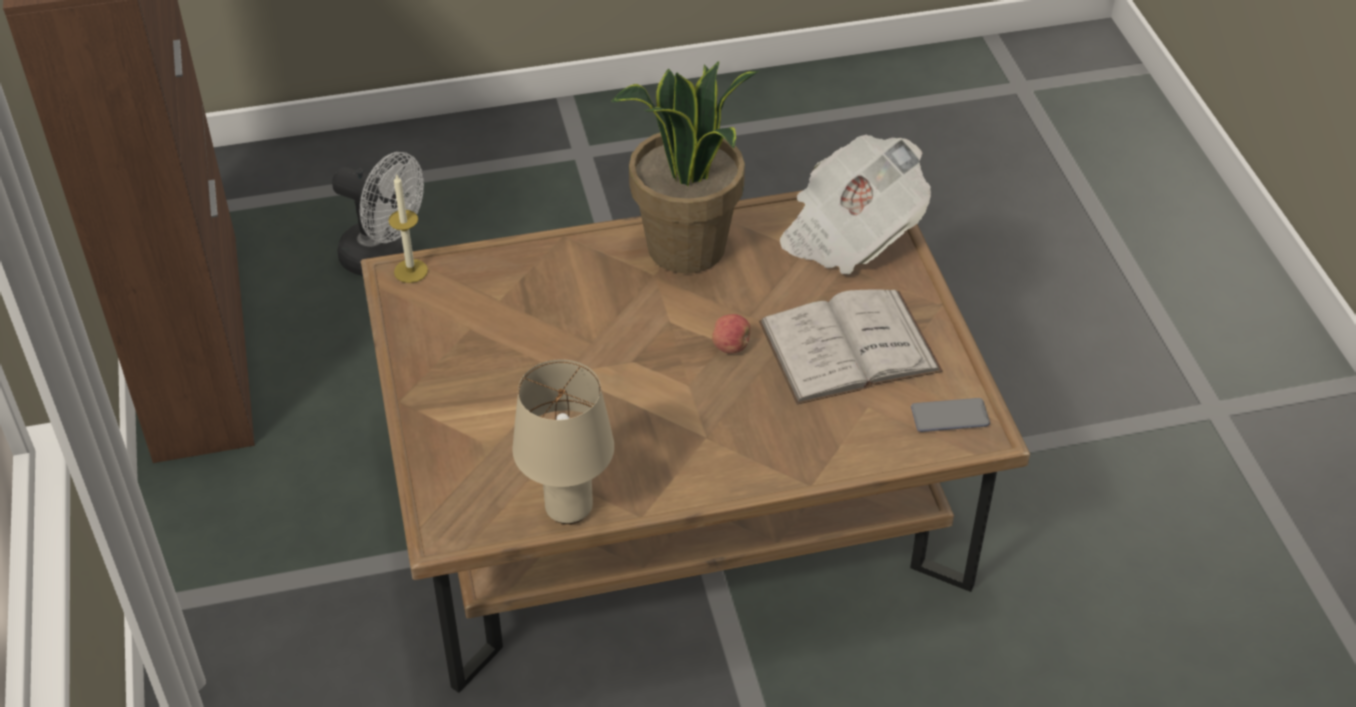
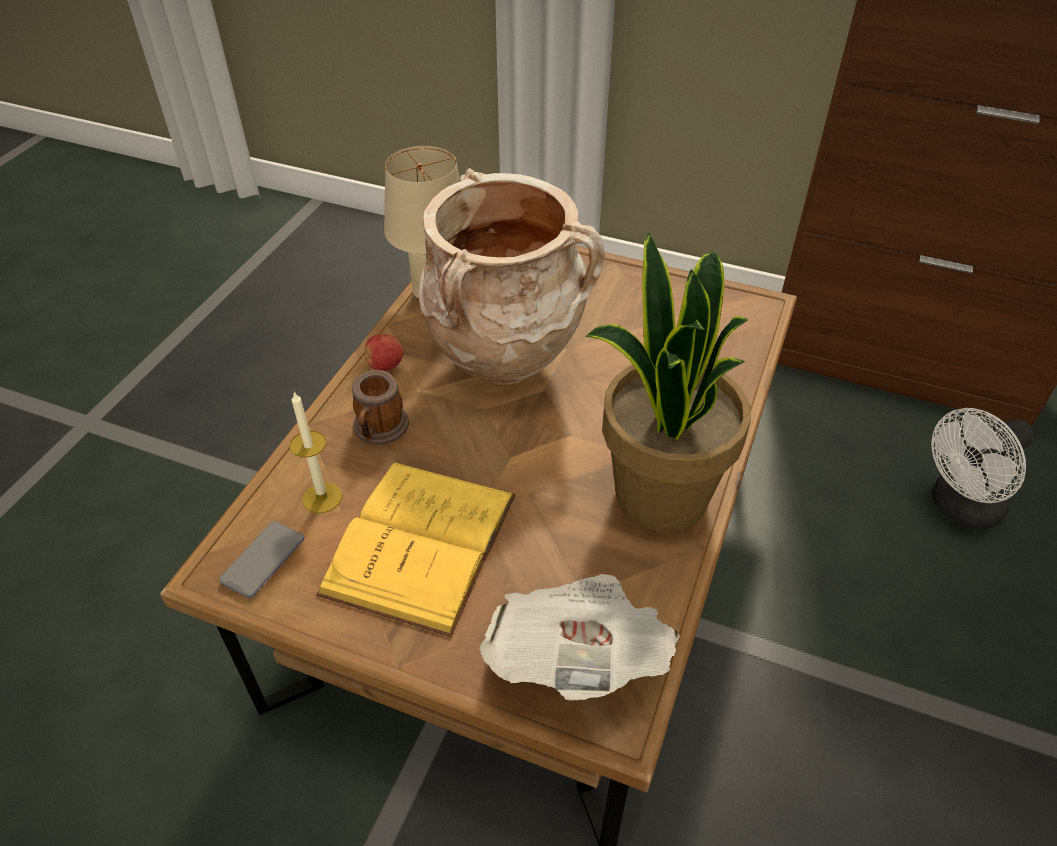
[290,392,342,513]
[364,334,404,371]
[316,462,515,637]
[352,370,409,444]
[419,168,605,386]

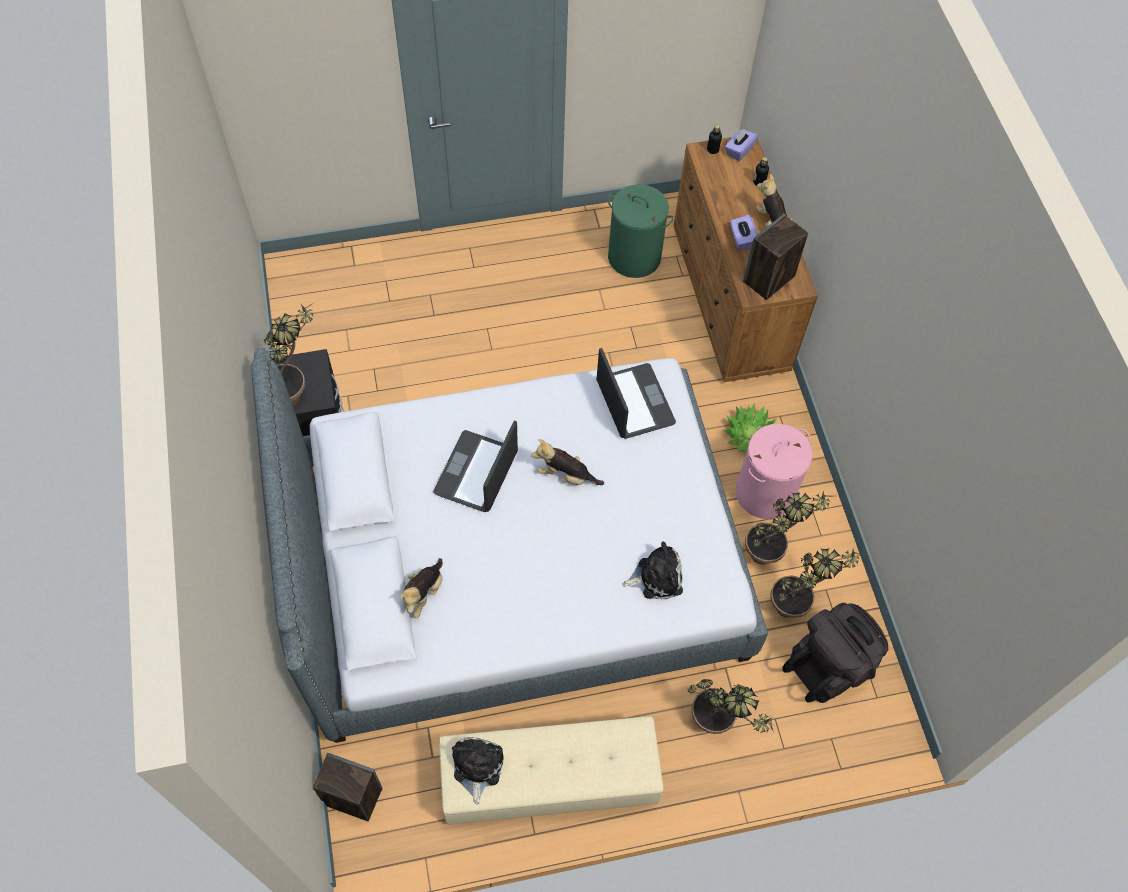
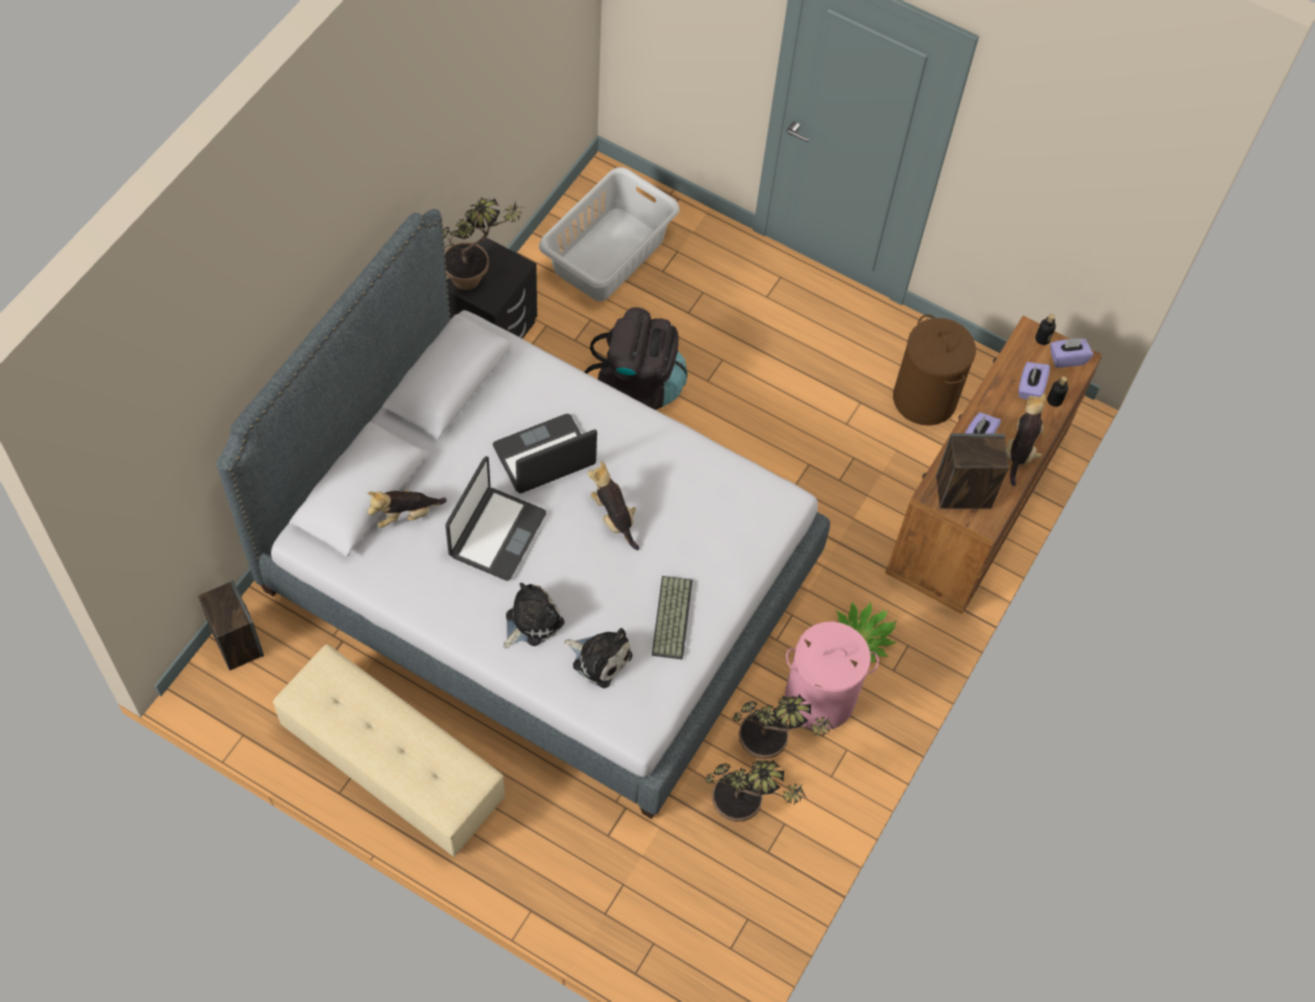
[503,583,564,649]
[446,456,546,581]
[893,314,976,426]
[688,679,774,734] (first image)
[585,307,688,410]
[539,167,680,301]
[652,576,692,660]
[1018,362,1050,400]

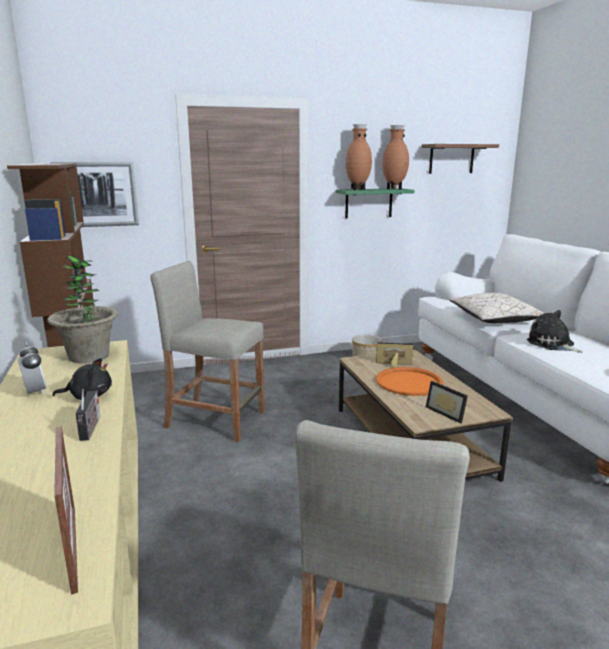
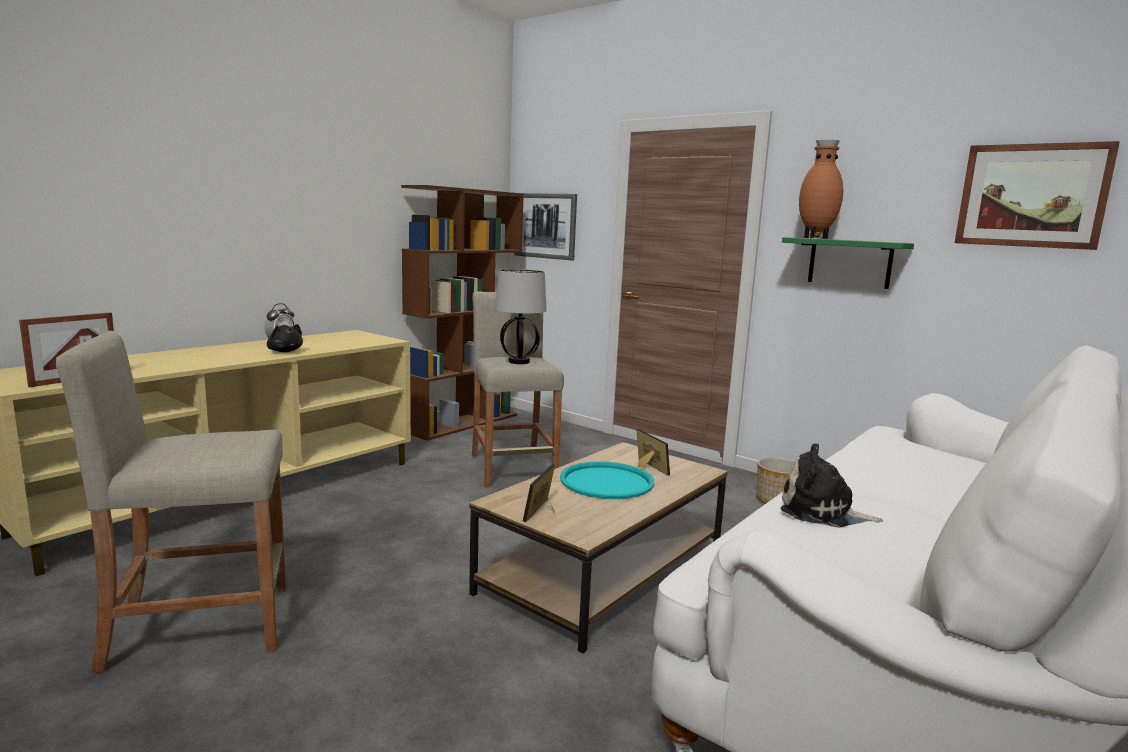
[47,255,119,363] (first image)
[75,389,100,441] (first image)
[560,461,654,499]
[382,125,409,189] (first image)
[955,141,1120,250]
[449,293,544,323] (first image)
[781,443,883,528]
[495,269,547,364]

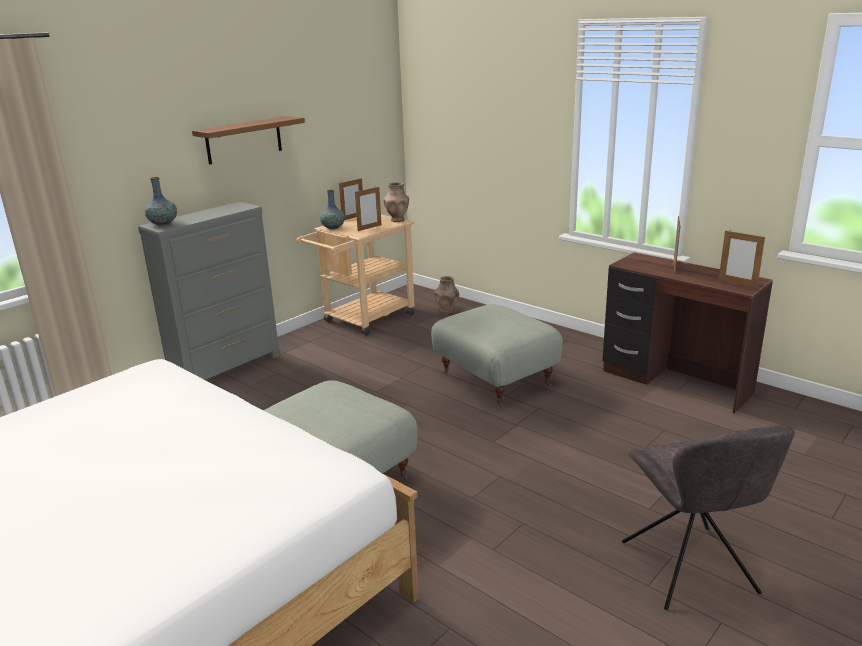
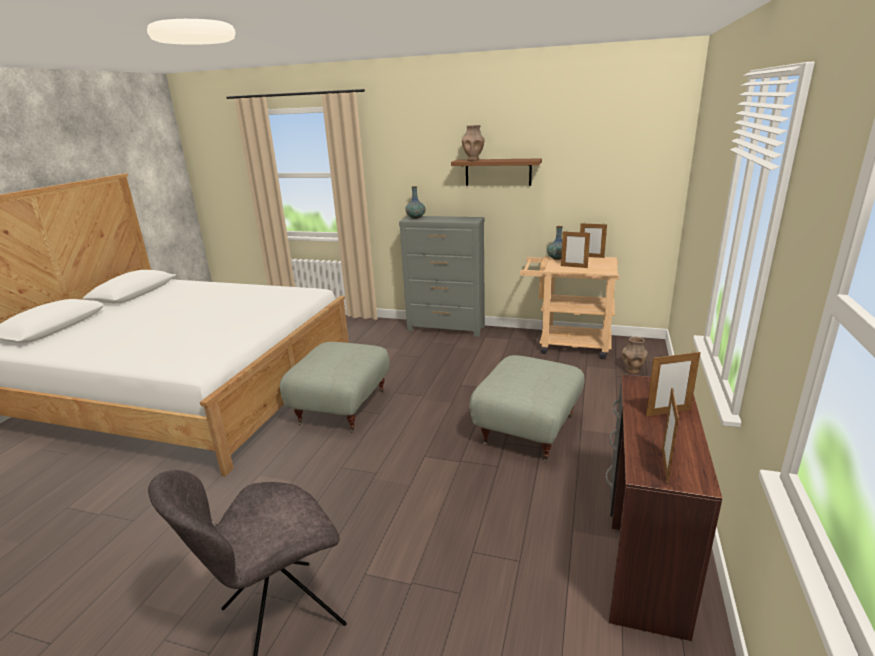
[462,125,485,161]

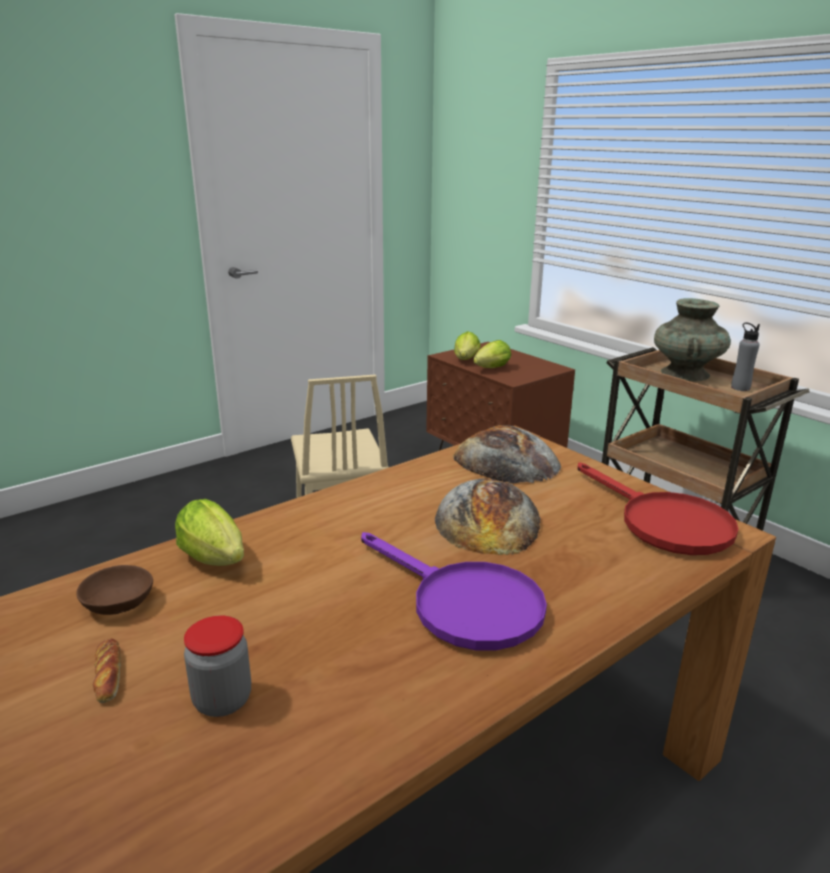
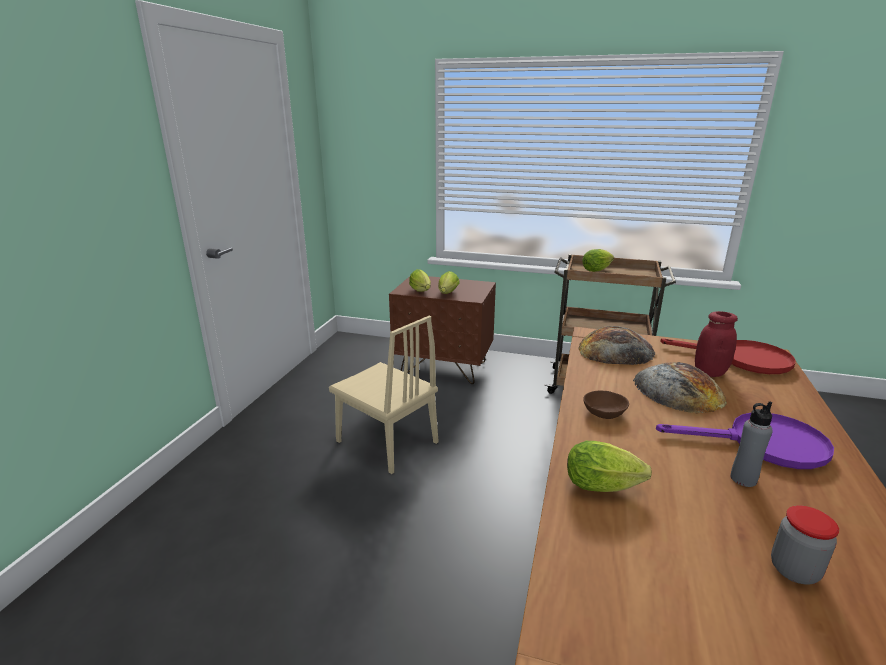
[583,391,629,419]
[93,638,121,703] (first image)
[582,249,614,272]
[730,401,773,487]
[695,311,738,377]

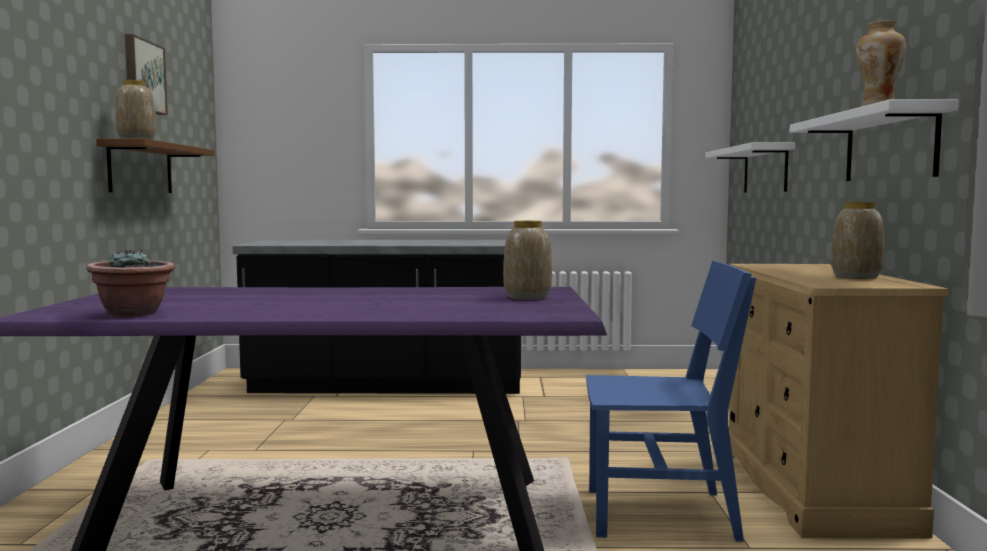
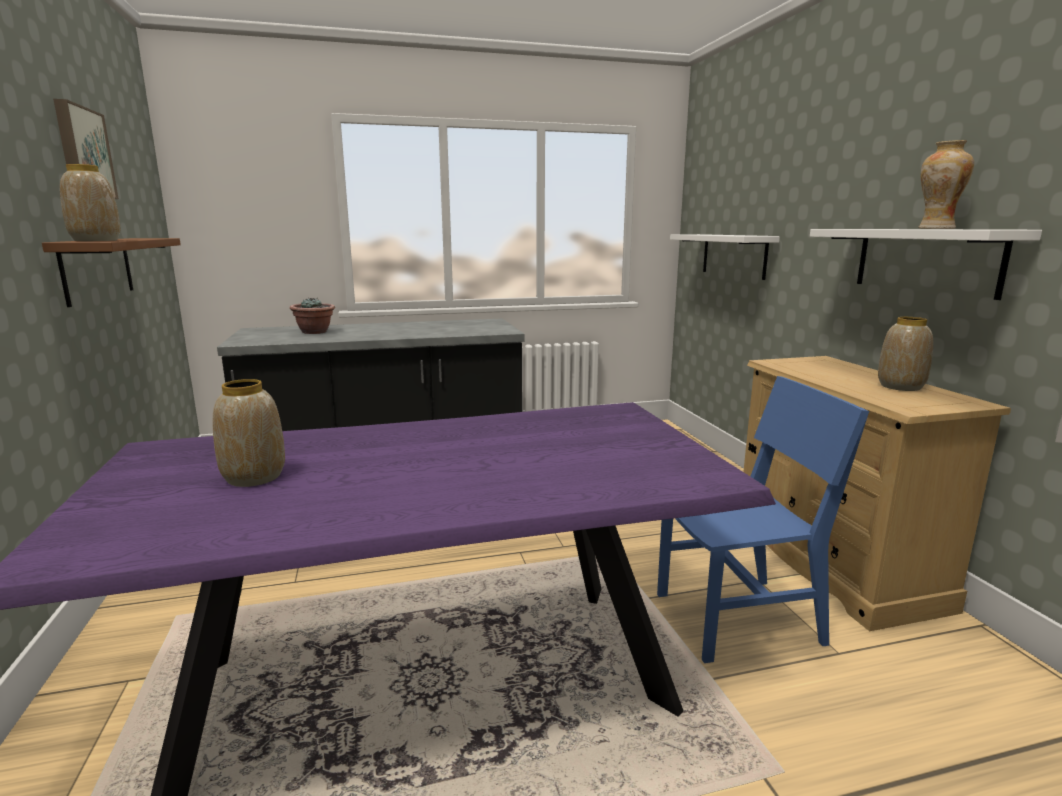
[290,297,335,334]
[213,379,285,487]

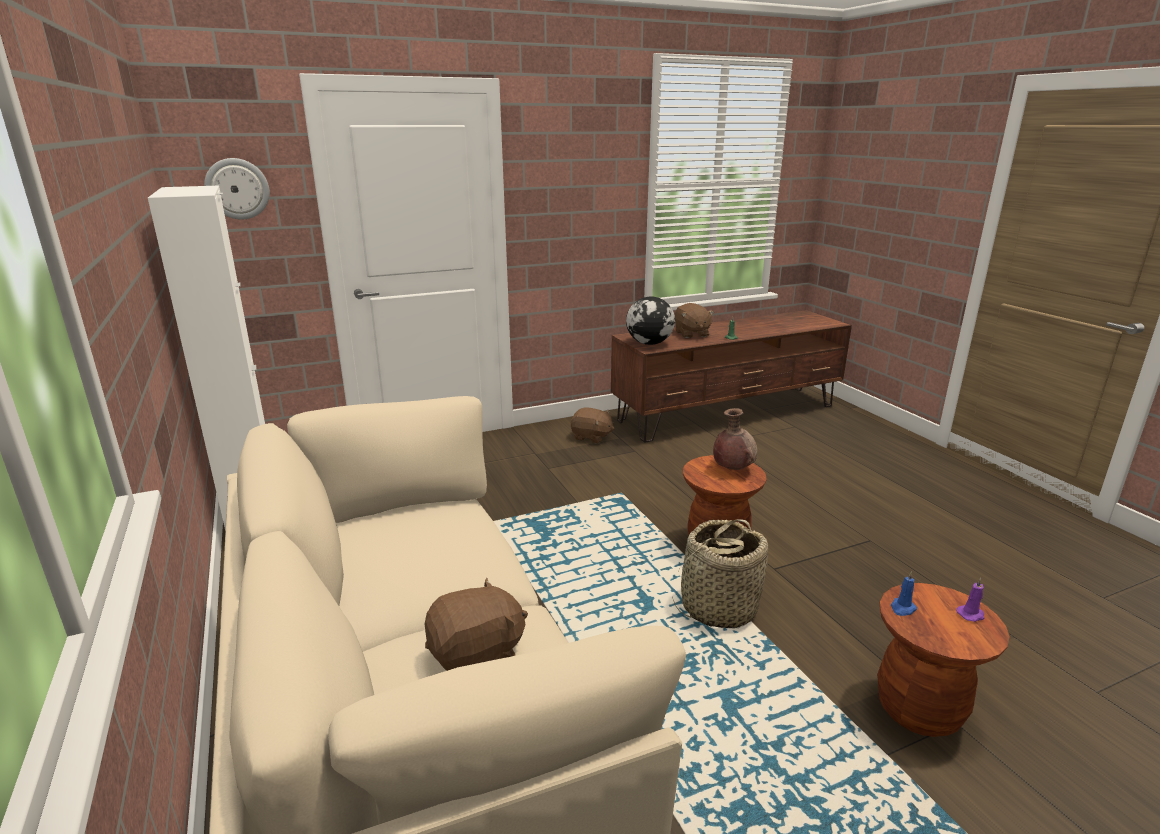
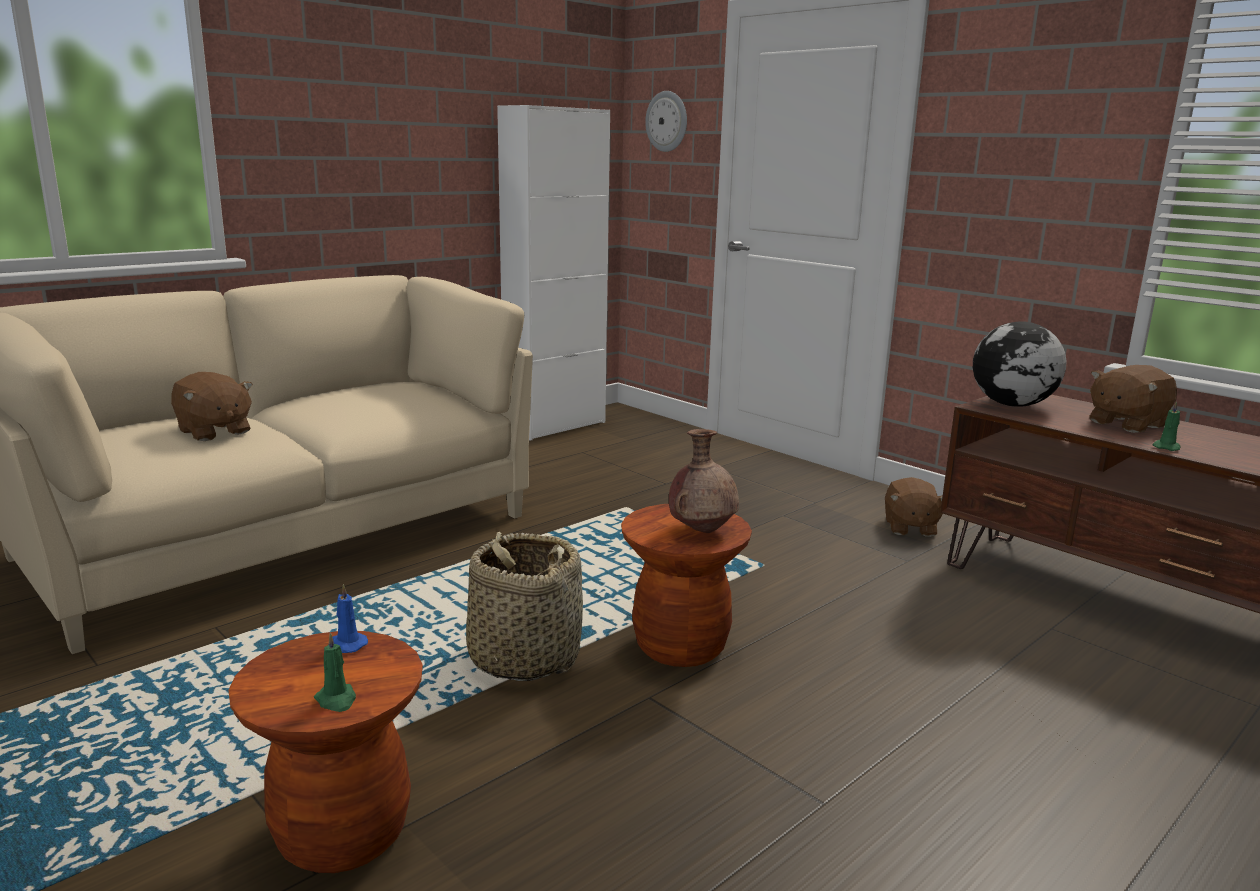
[314,633,356,712]

